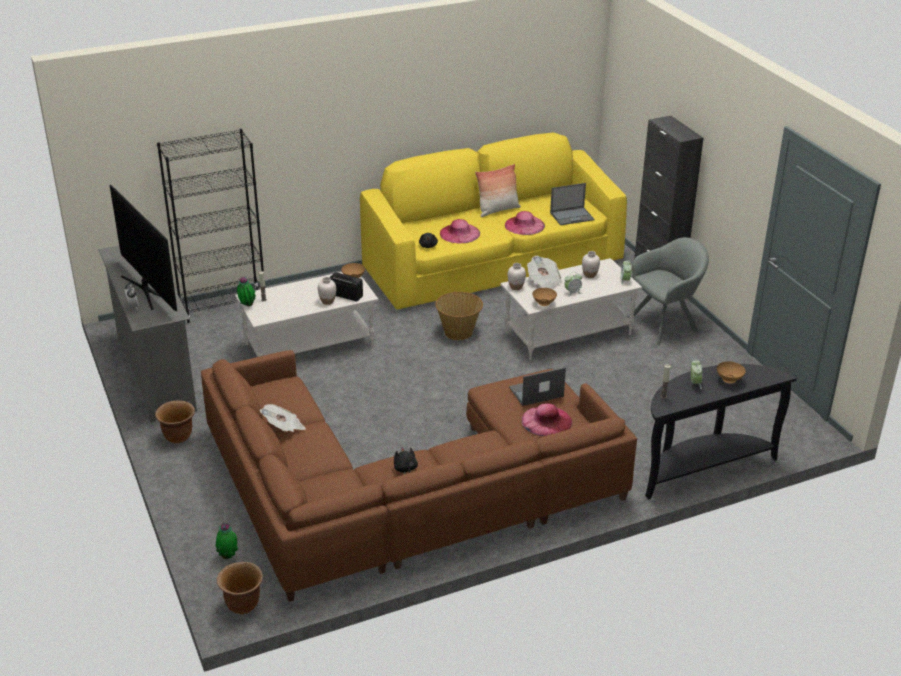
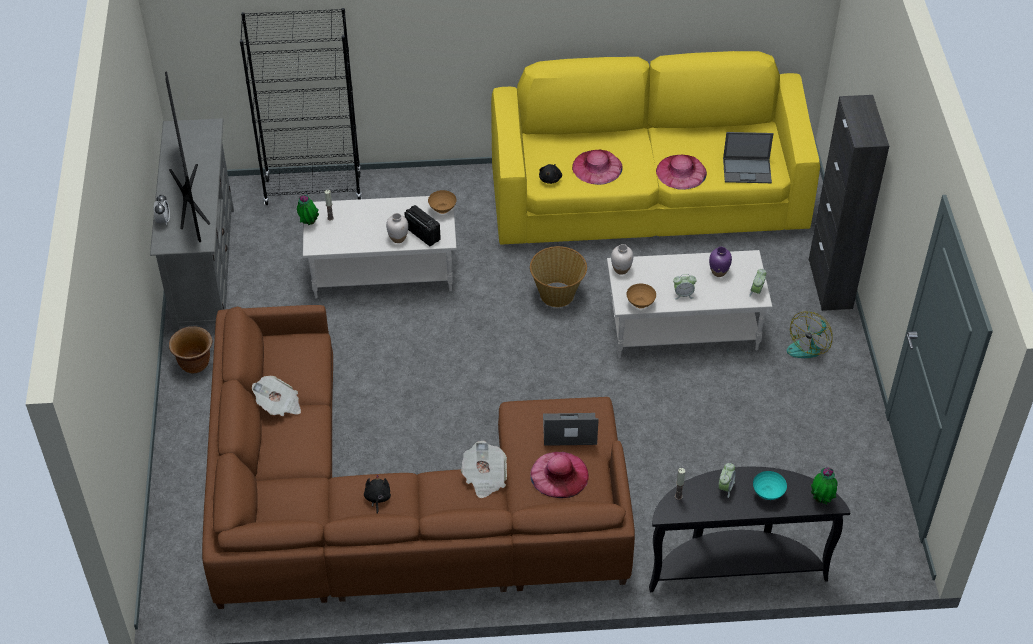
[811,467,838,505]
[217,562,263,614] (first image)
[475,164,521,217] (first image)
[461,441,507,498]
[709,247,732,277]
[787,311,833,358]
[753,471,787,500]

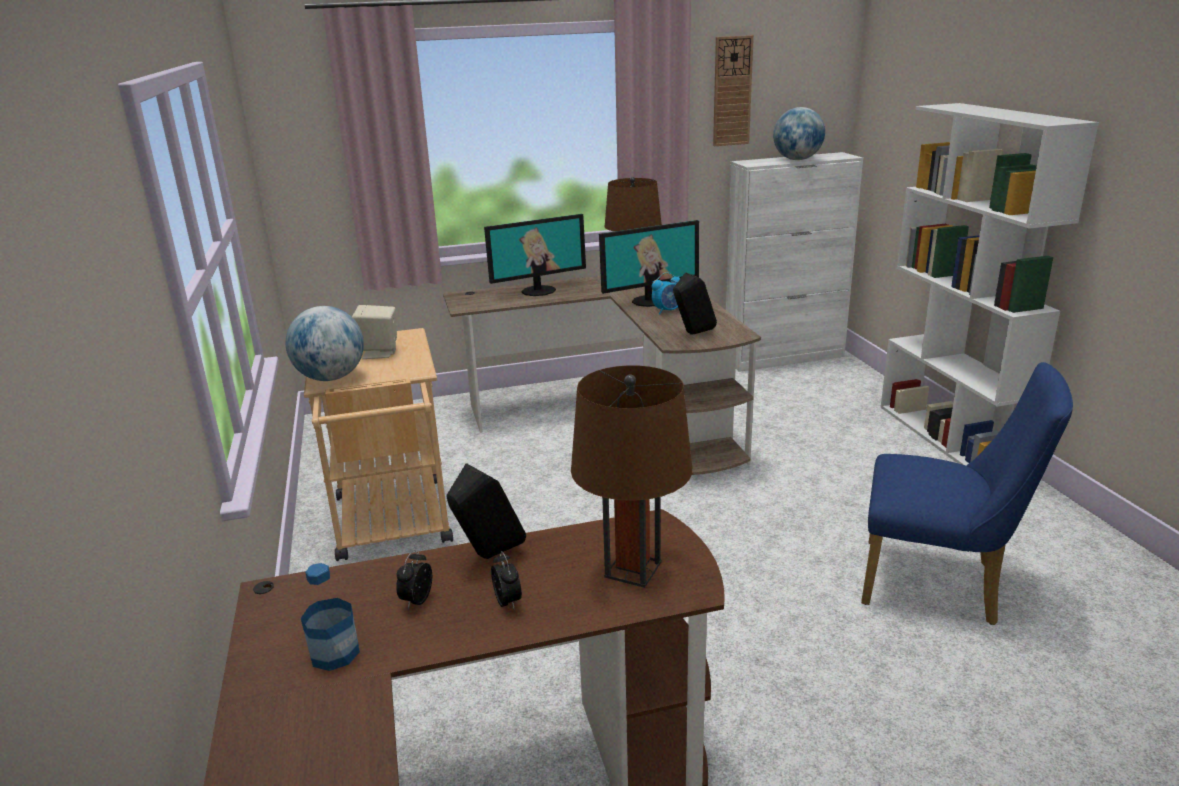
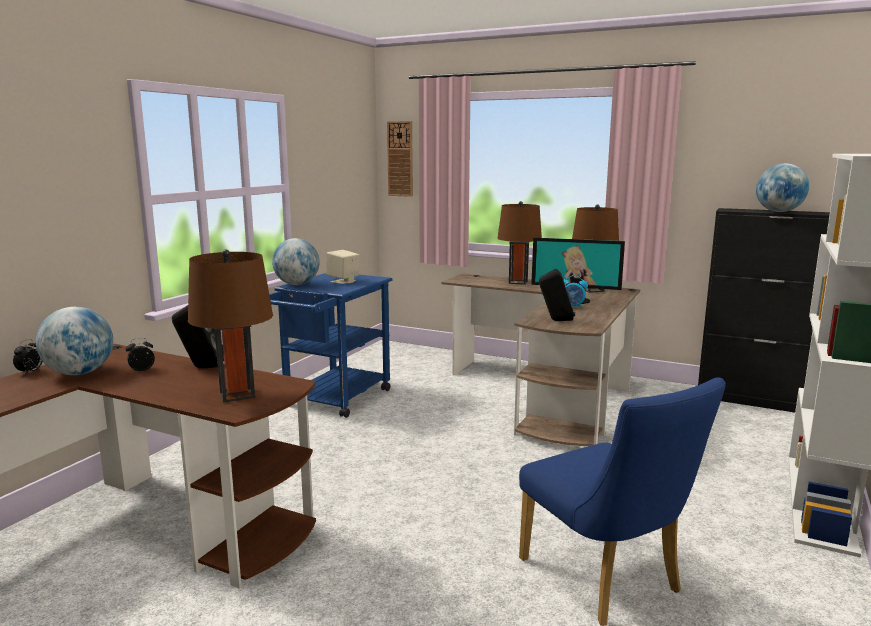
[36,307,113,375]
[269,273,393,418]
[497,201,542,285]
[13,339,43,375]
[387,121,413,197]
[698,208,830,412]

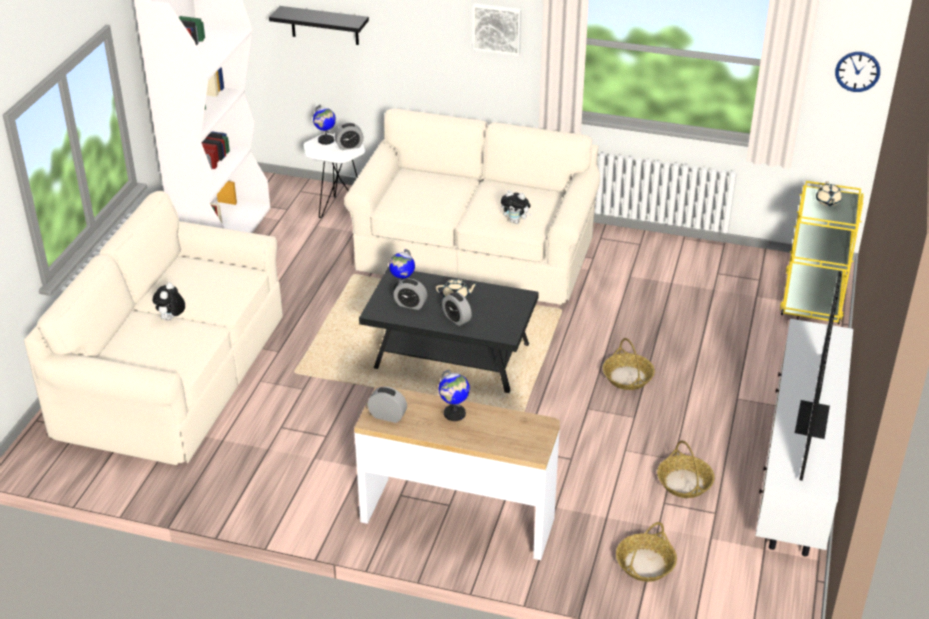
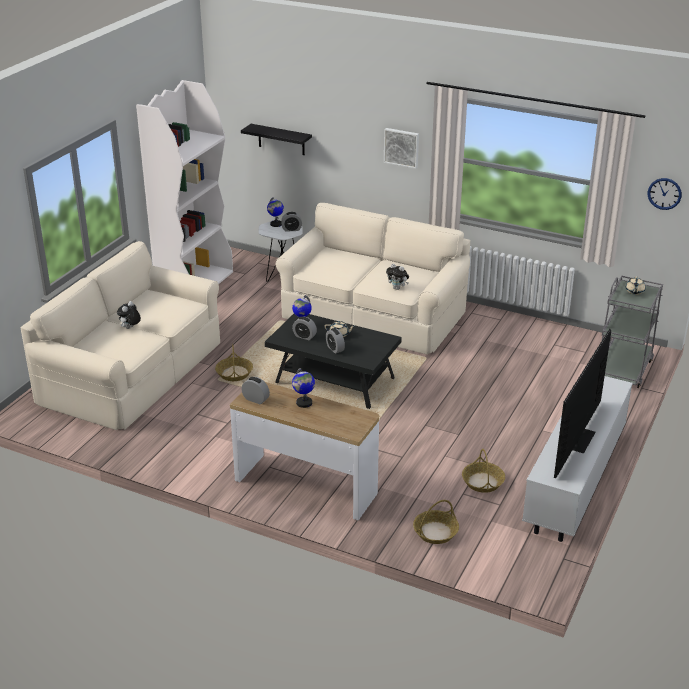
[215,344,253,381]
[602,275,663,388]

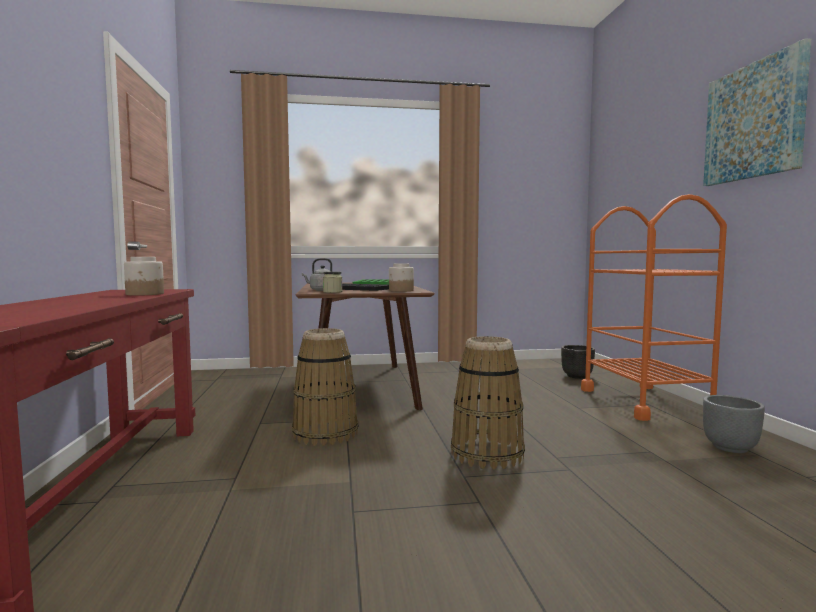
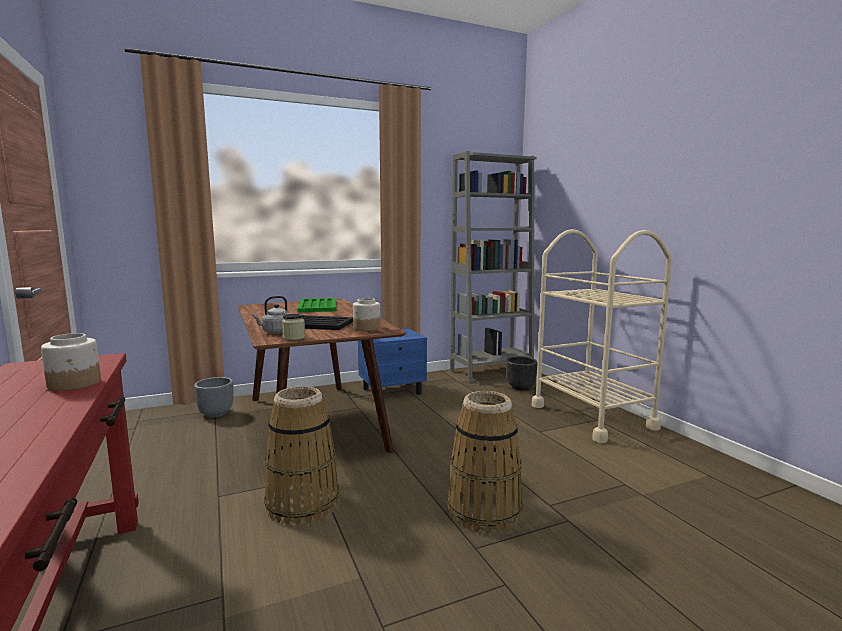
[532,229,672,443]
[703,38,811,186] (first image)
[194,377,234,418]
[358,329,427,395]
[450,151,537,383]

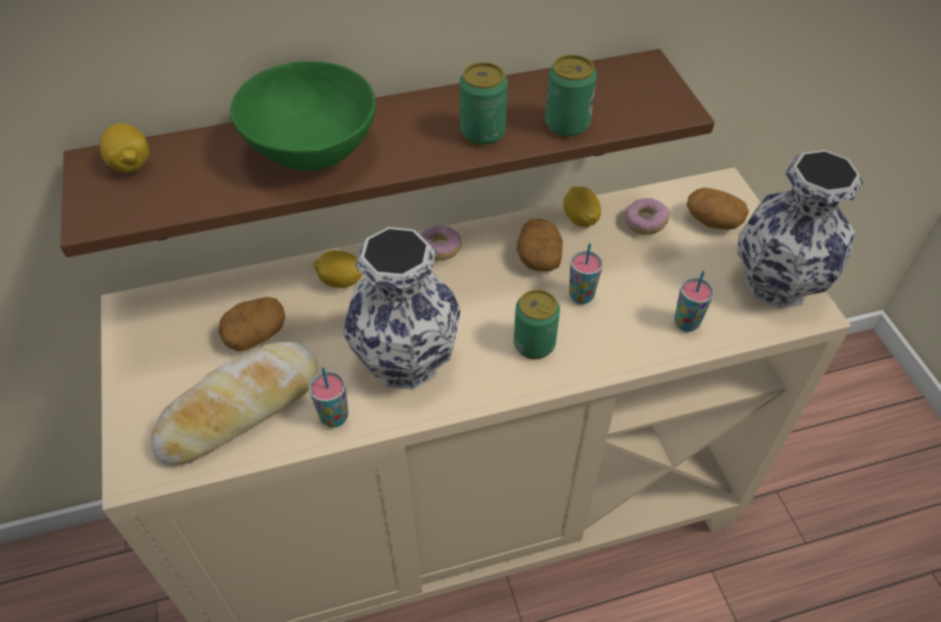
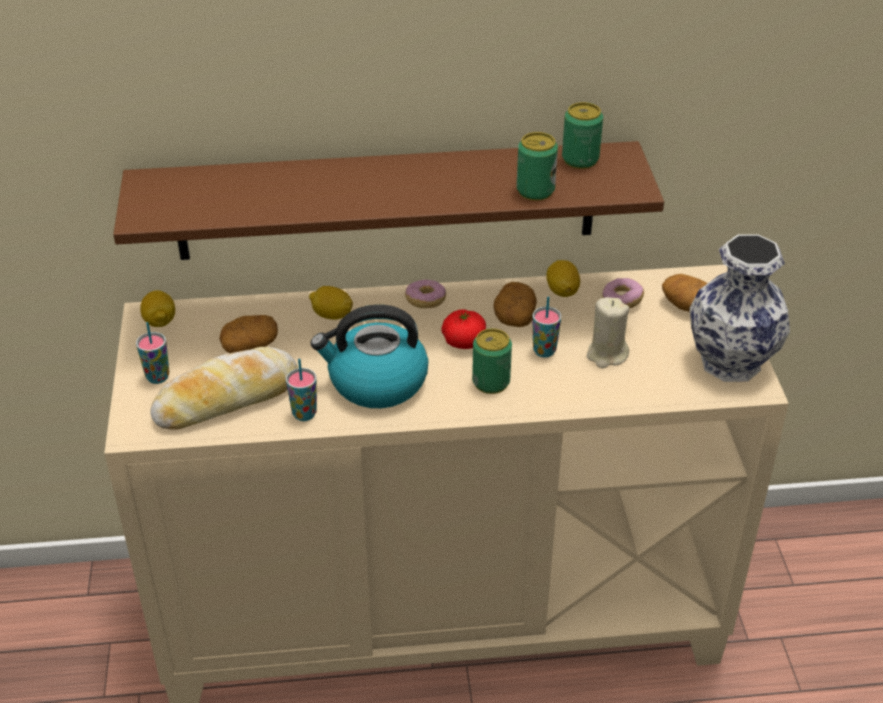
[140,290,175,327]
[230,61,376,170] (first image)
[310,305,428,408]
[562,102,603,169]
[136,322,169,384]
[441,309,486,349]
[587,297,629,368]

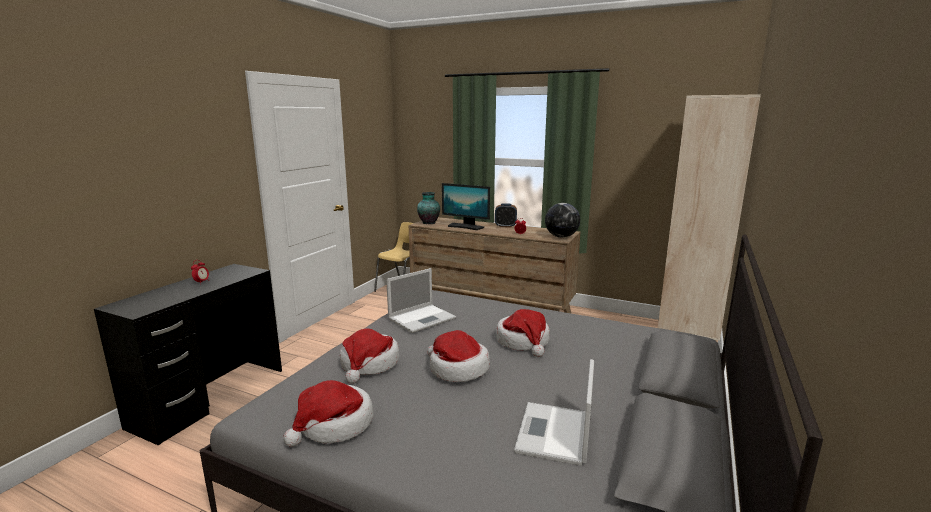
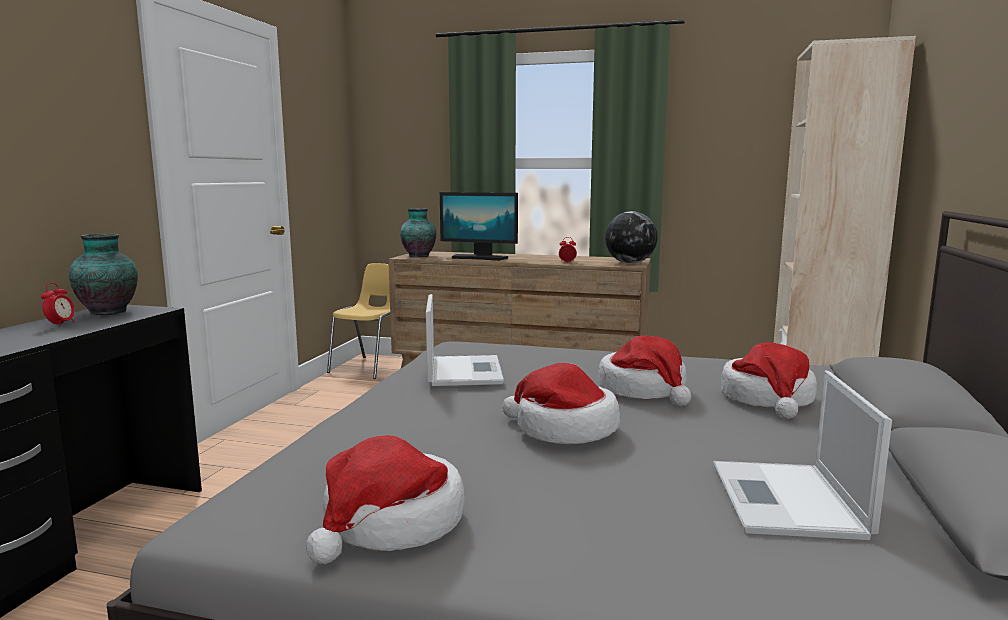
[721,342,817,419]
[426,294,504,386]
[495,203,517,228] (first image)
[69,234,138,315]

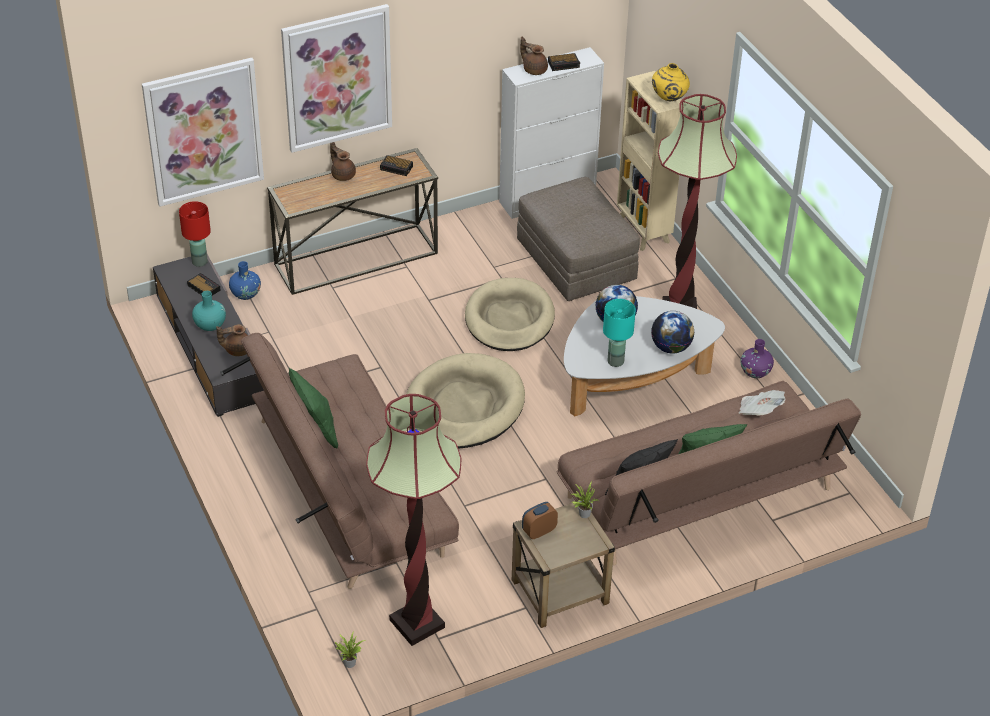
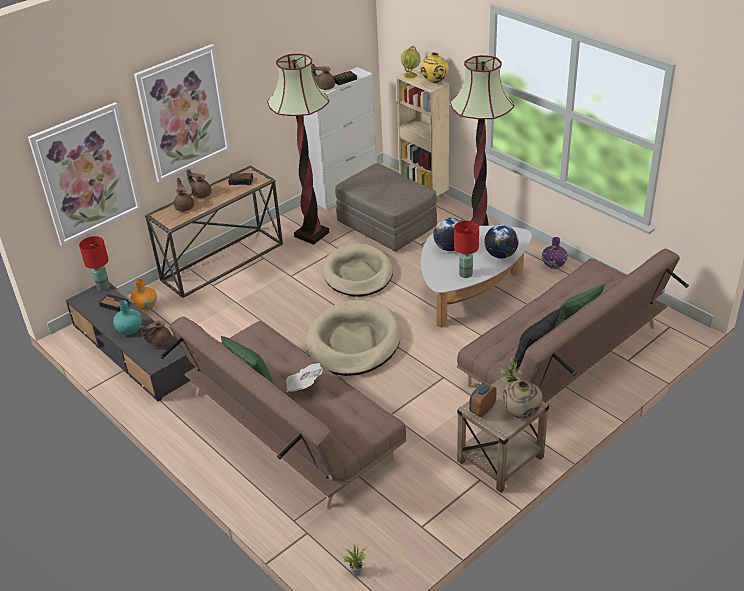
[130,279,157,311]
[267,54,329,245]
[454,221,479,278]
[286,363,323,392]
[174,178,194,212]
[401,46,421,79]
[503,380,543,418]

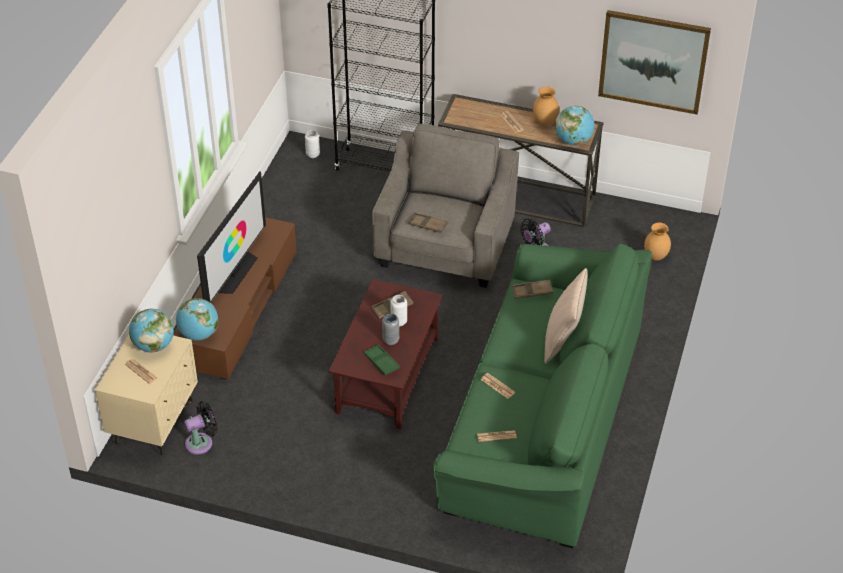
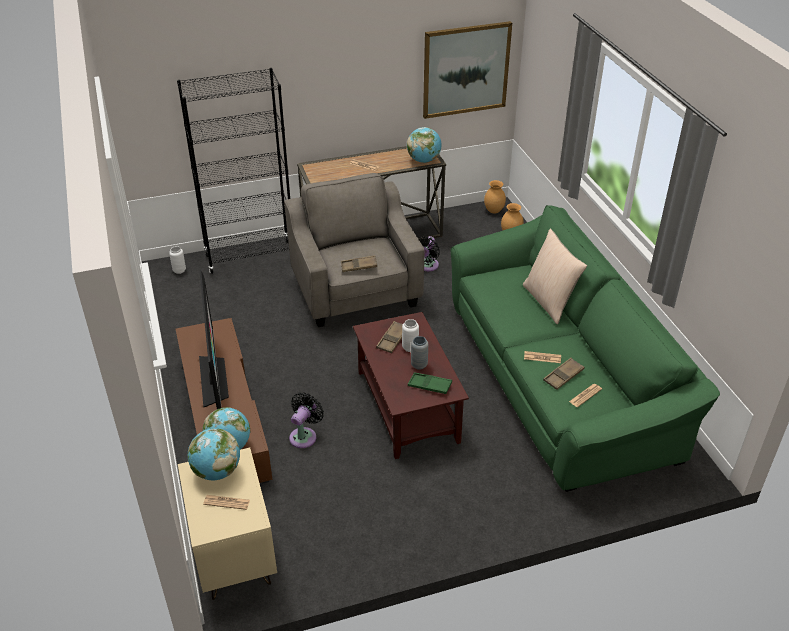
[289,393,324,448]
[543,358,585,390]
[484,180,506,213]

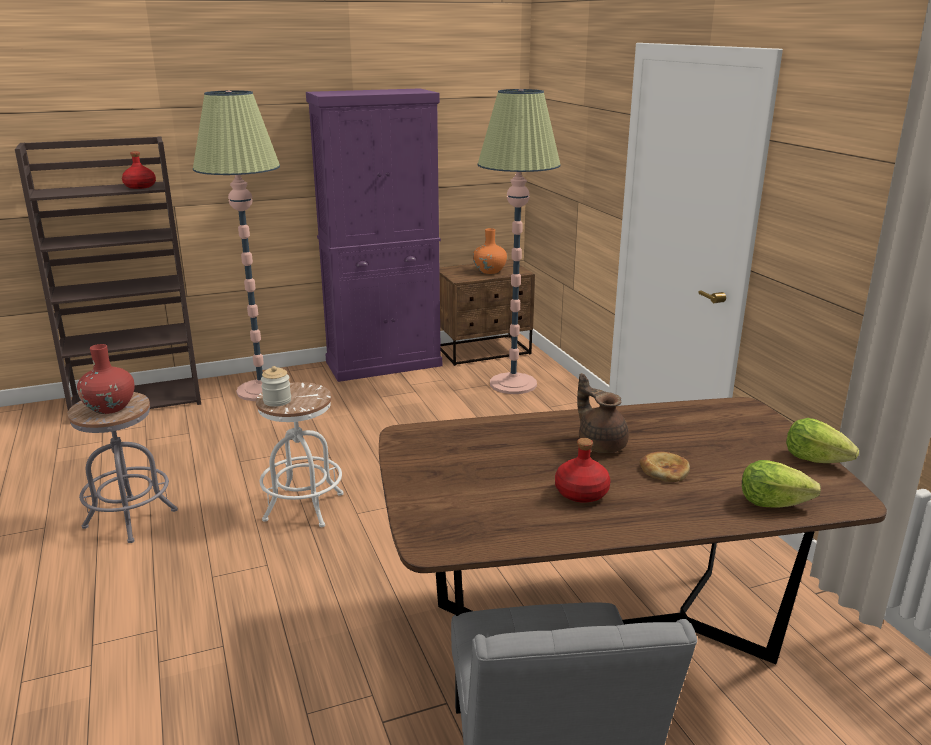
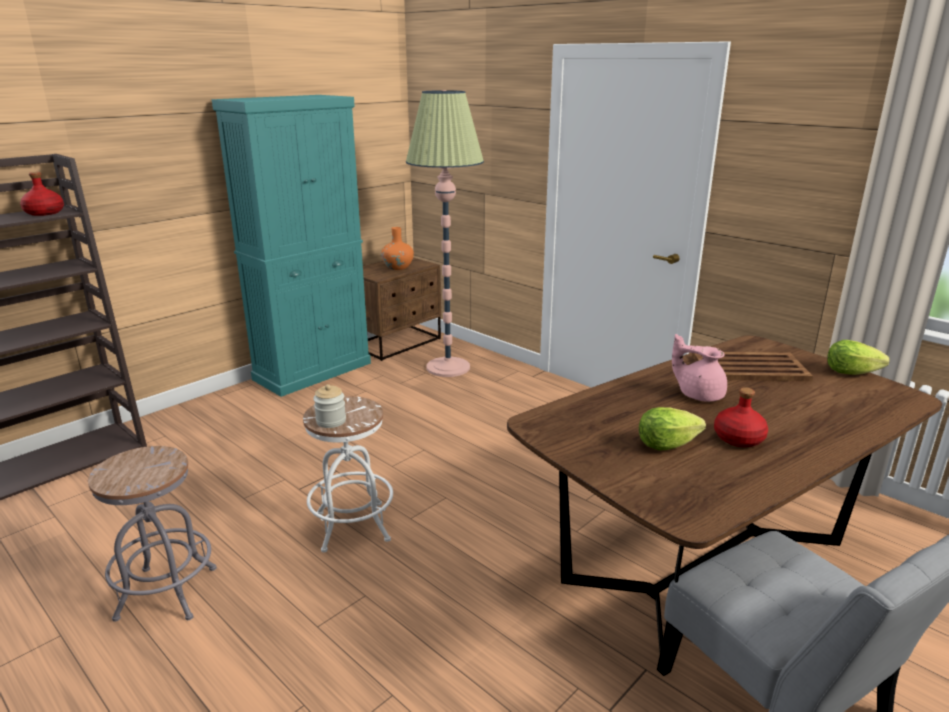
[77,344,135,414] (first image)
[193,90,280,401] (first image)
[212,95,371,397]
[672,334,727,402]
[640,451,690,482] (first image)
[639,407,706,450]
[692,352,813,381]

